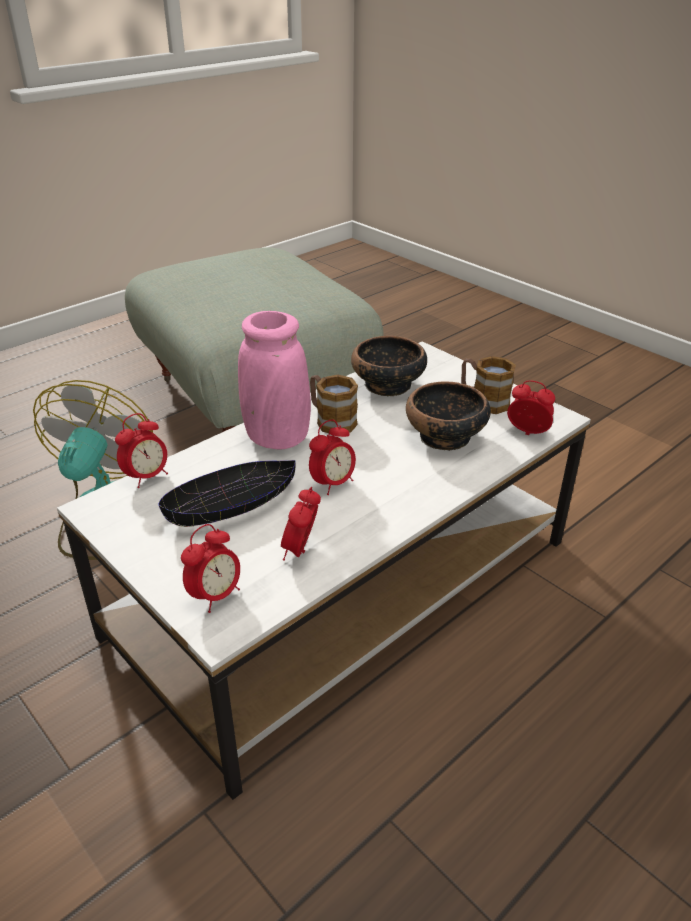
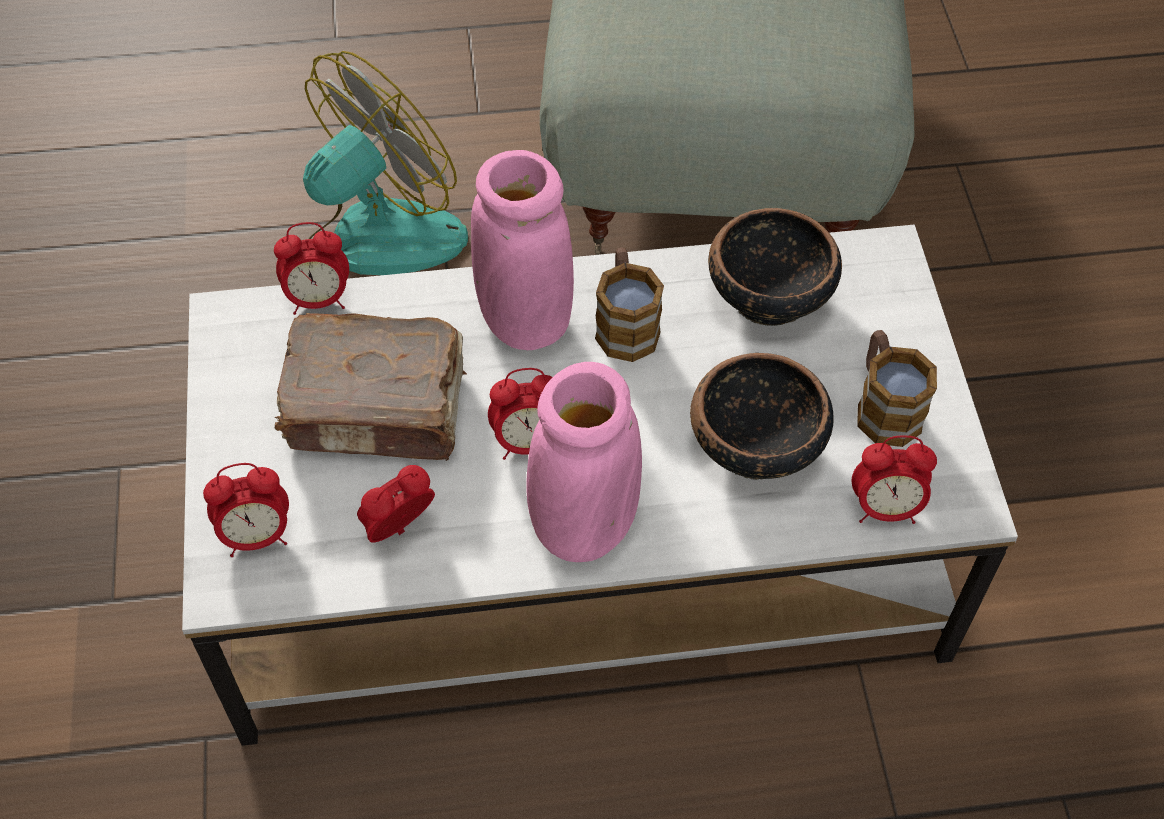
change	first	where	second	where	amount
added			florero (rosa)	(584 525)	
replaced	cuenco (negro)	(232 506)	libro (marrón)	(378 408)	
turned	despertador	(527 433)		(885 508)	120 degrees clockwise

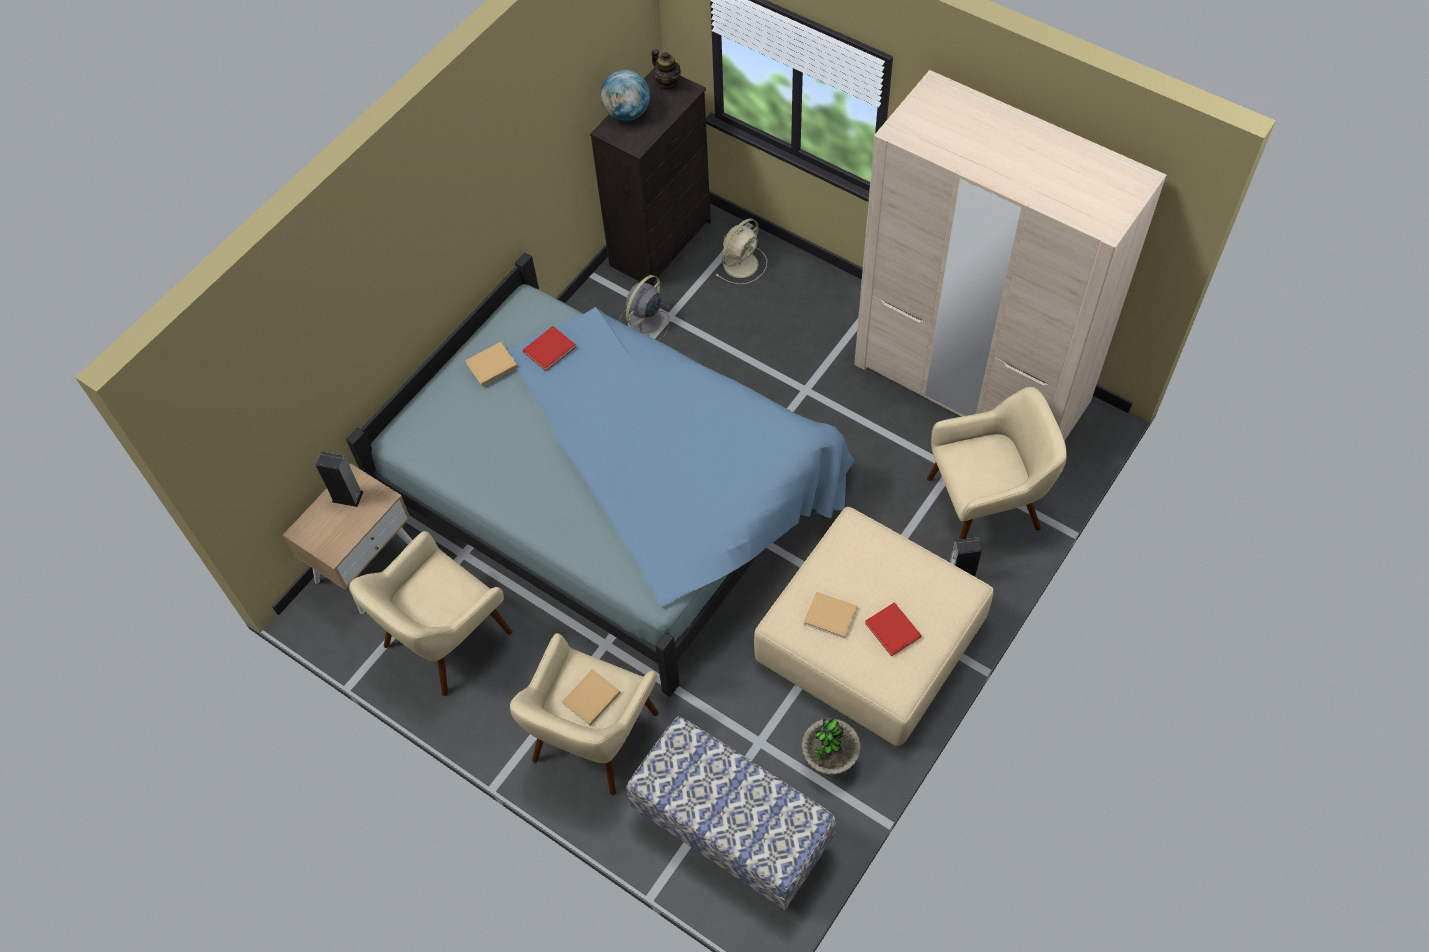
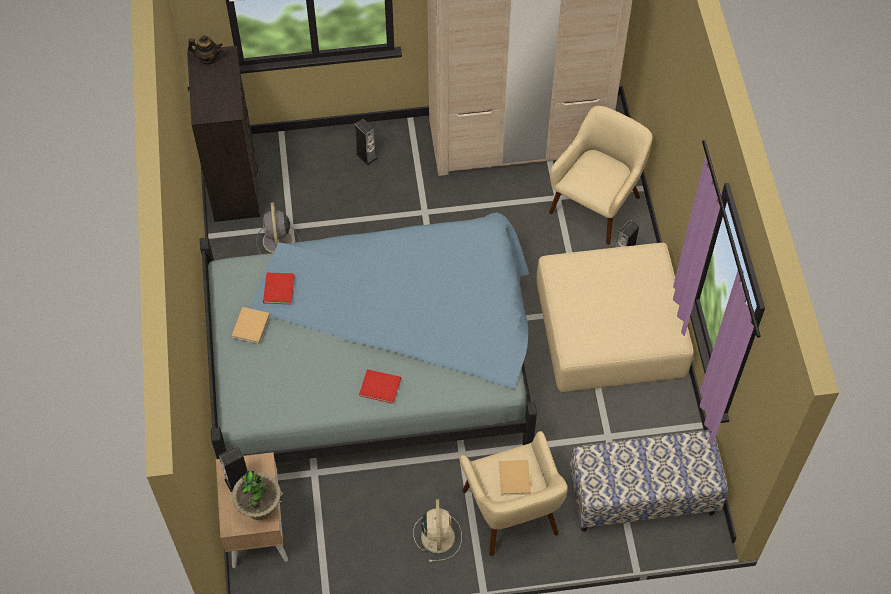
change	first	where	second	where	amount
removed	sillón (beis)	(445 639)			
removed	globo terráqueo	(627 113)			
removed	libro (beis)	(832 616)			
added			altavoz	(366 156)	
moved	ventilador (beis)	(742 263)		(438 535)	
moved	planta en maceta	(829 759)		(259 507)	
moved	libro (rojo)	(893 631)		(381 387)	

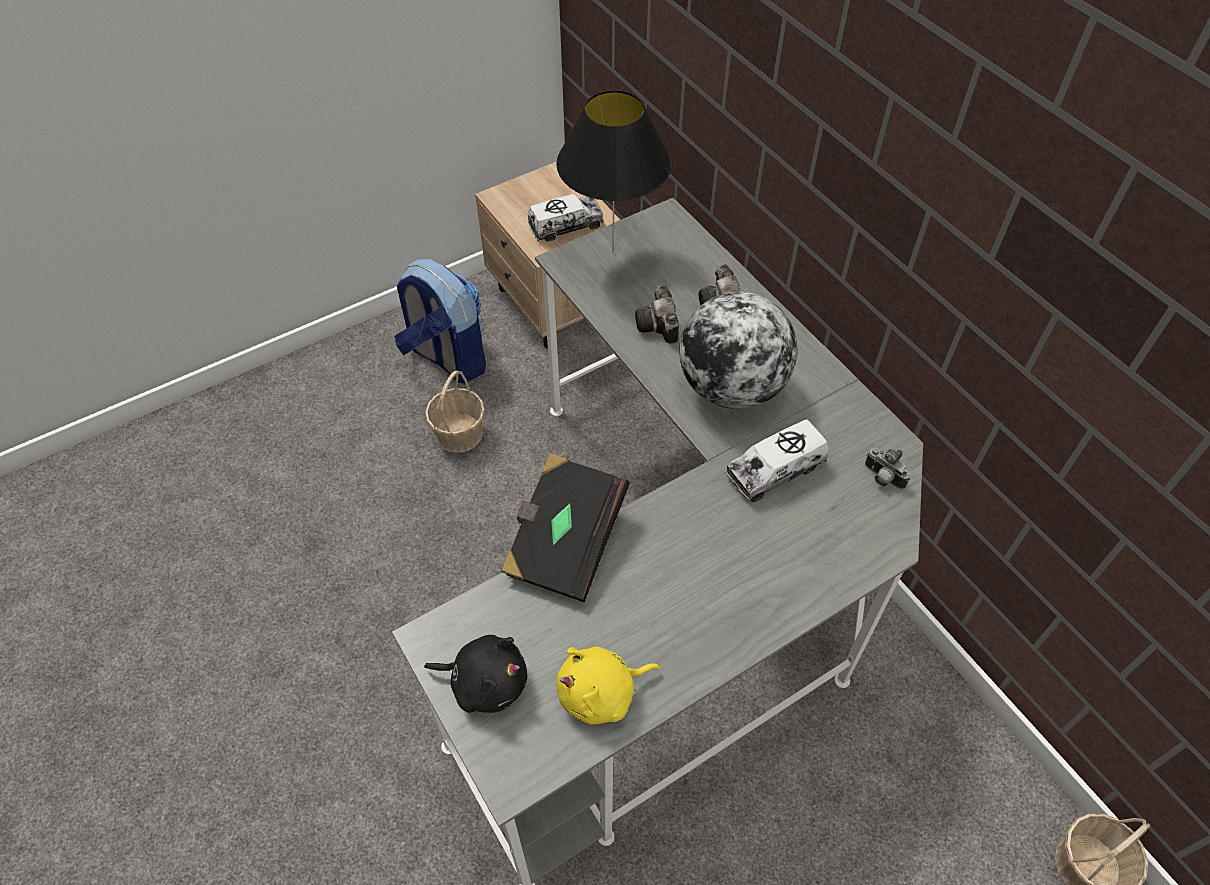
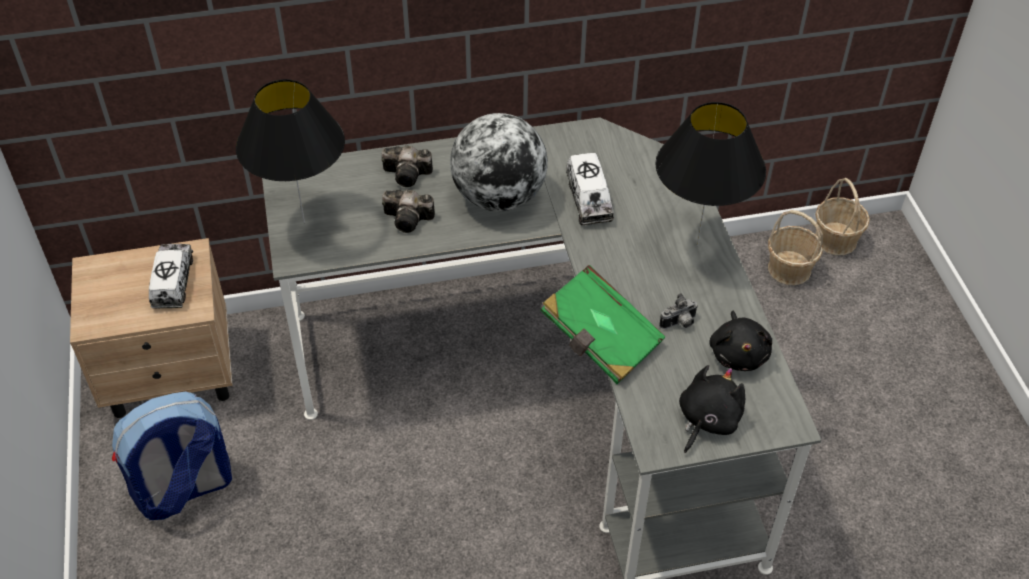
change	first	where	second	where	amount
added			lámpara de mesa (negro)	(697 246)	
moved	cesta	(459 433)		(789 268)	
moved	cámara	(882 478)		(679 324)	
recoloured	libro (negro)	(564 541)	libro (verde)	(600 340)	
recoloured	peluche (amarillo)	(601 693)	peluche (negro)	(738 353)	

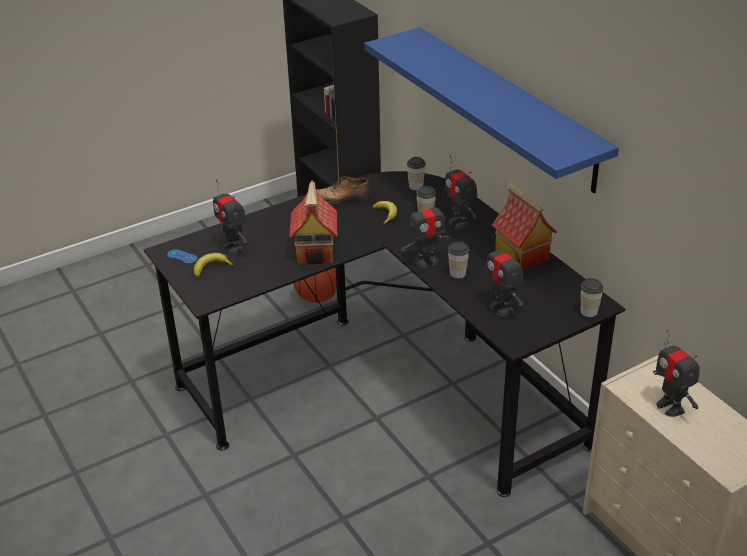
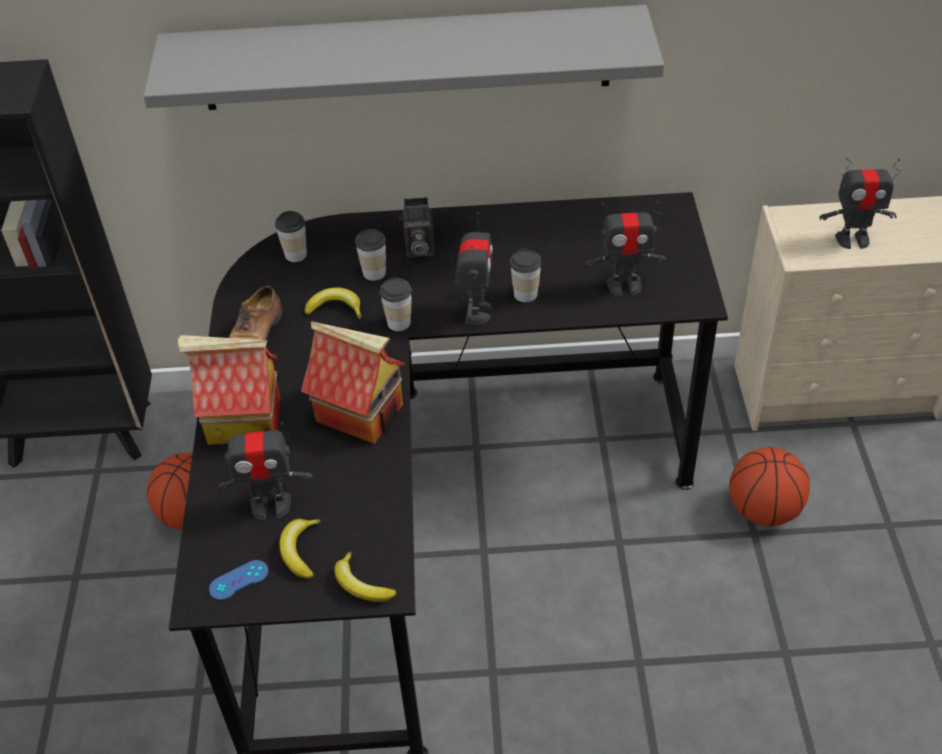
change	first	where	second	where	amount
added			plátano	(361 585)	
added			balón de baloncesto	(763 510)	
moved	casita	(520 255)		(243 422)	
moved	taza	(589 312)		(399 322)	
replaced	robot de juguete	(459 223)	cámara	(418 249)	
recoloured	estante (azul)	(507 107)	estante (gris)	(406 58)	

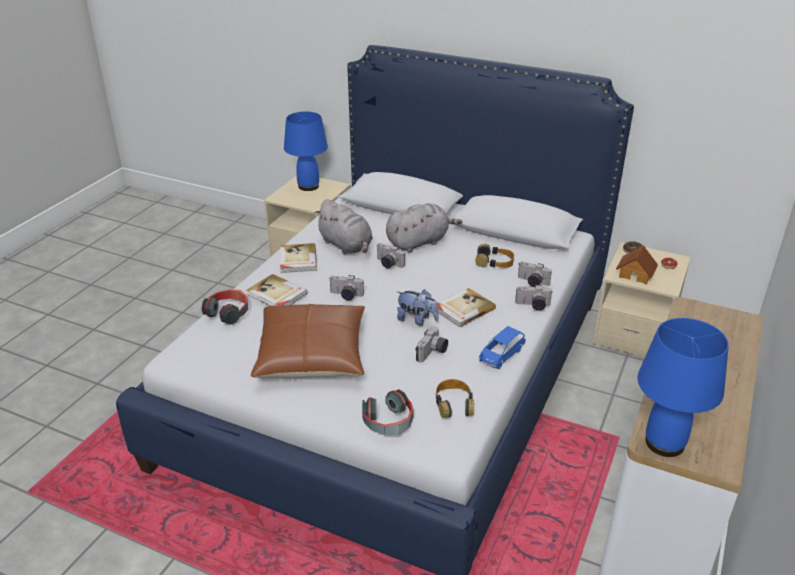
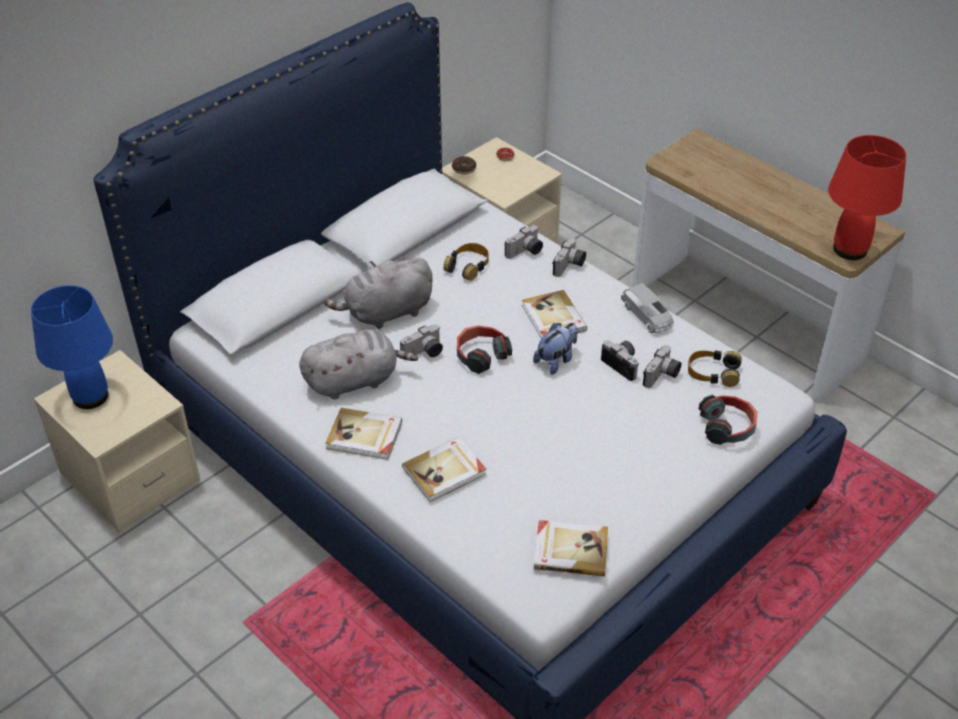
change	first	where	second	where	amount
removed	cojín (marrón)	(312 354)			
removed	casita	(636 274)			
added			libro	(570 550)	
moved	auriculares	(228 312)		(481 355)	
moved	cámara	(345 295)		(662 376)	
recoloured	coche de juguete (azul)	(501 355)	coche de juguete (gris)	(647 316)	
recoloured	lámpara de mesa (azul)	(665 444)	lámpara de mesa (rojo)	(851 250)	
turned	peluche (gris)	(419 242)		(386 313)	105 degrees counterclockwise

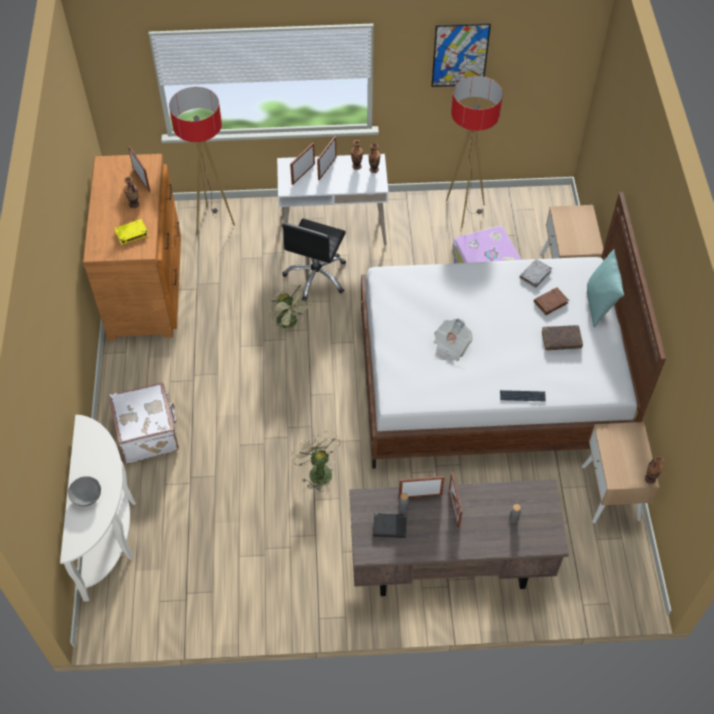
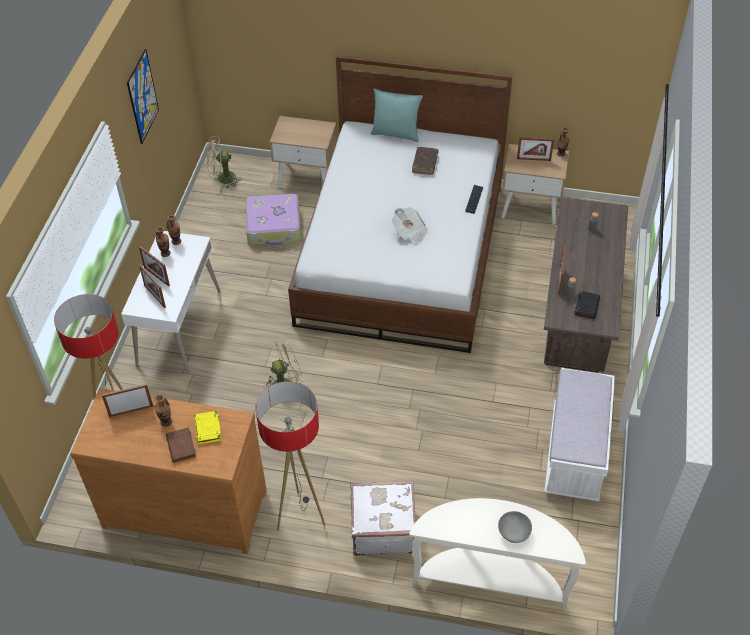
change	first	where	second	where	amount
removed	silla de oficina (negro)	(316 276)			
removed	libro (gris)	(535 275)			
added			banco (blanco)	(575 453)	
moved	ventilador (beis)	(317 471)		(222 179)	
moved	lámpara de pie	(464 211)		(300 515)	
moved	portarretratos	(454 508)		(533 159)	
moved	libro (marrón)	(550 303)		(181 447)	

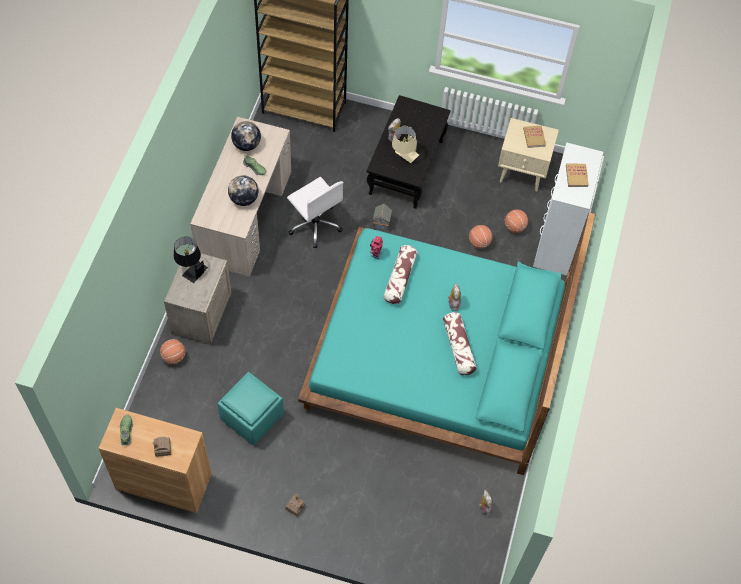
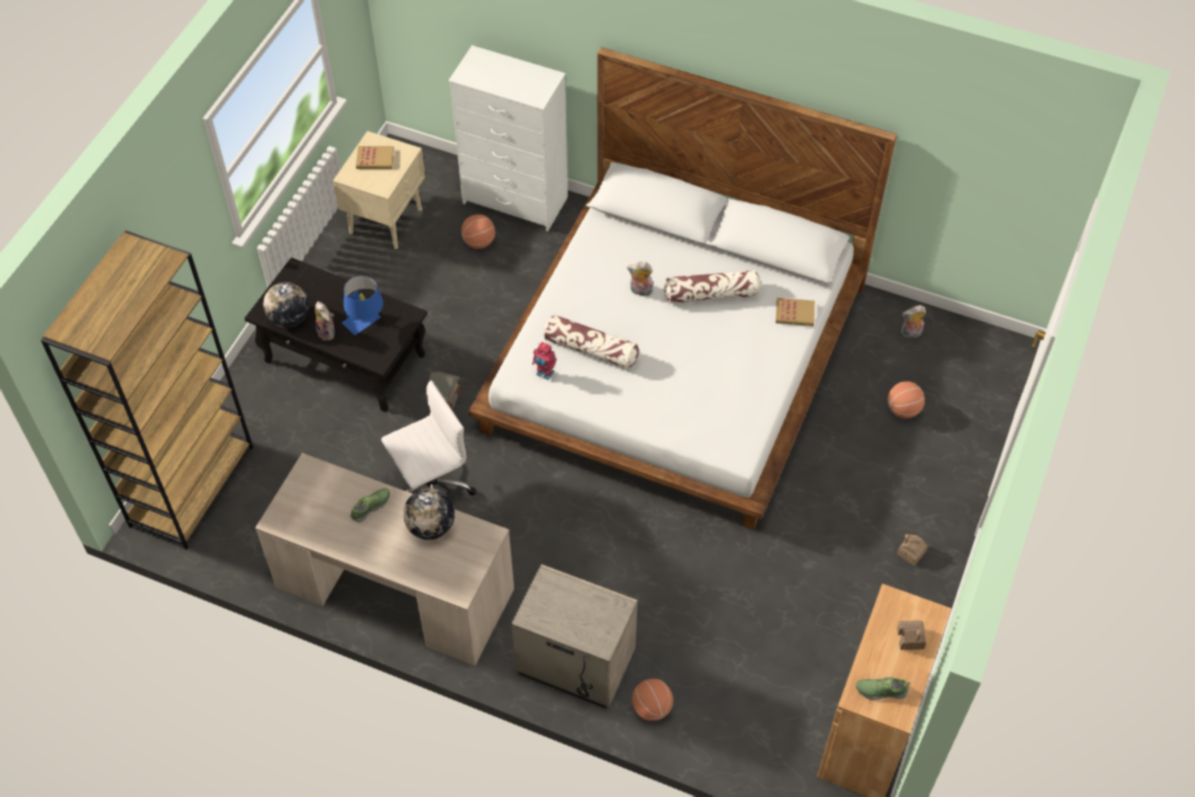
change	first	where	second	where	amount
removed	lámpara de mesa (negro)	(190 269)			
removed	puf (turquesa)	(251 417)			
moved	globo terráqueo	(246 145)		(289 318)	
moved	balón de baloncesto	(479 243)		(903 409)	
moved	libro	(576 176)		(795 313)	
recoloured	cama (turquesa)	(437 352)	cama (blanco)	(674 357)	
recoloured	lámpara de mesa (beis)	(404 156)	lámpara de mesa (azul)	(366 324)	

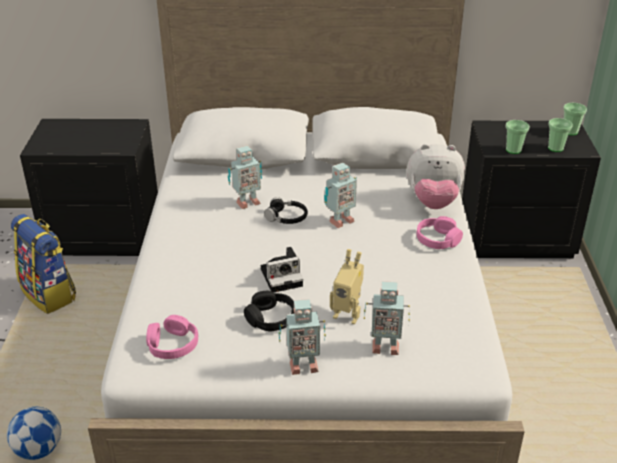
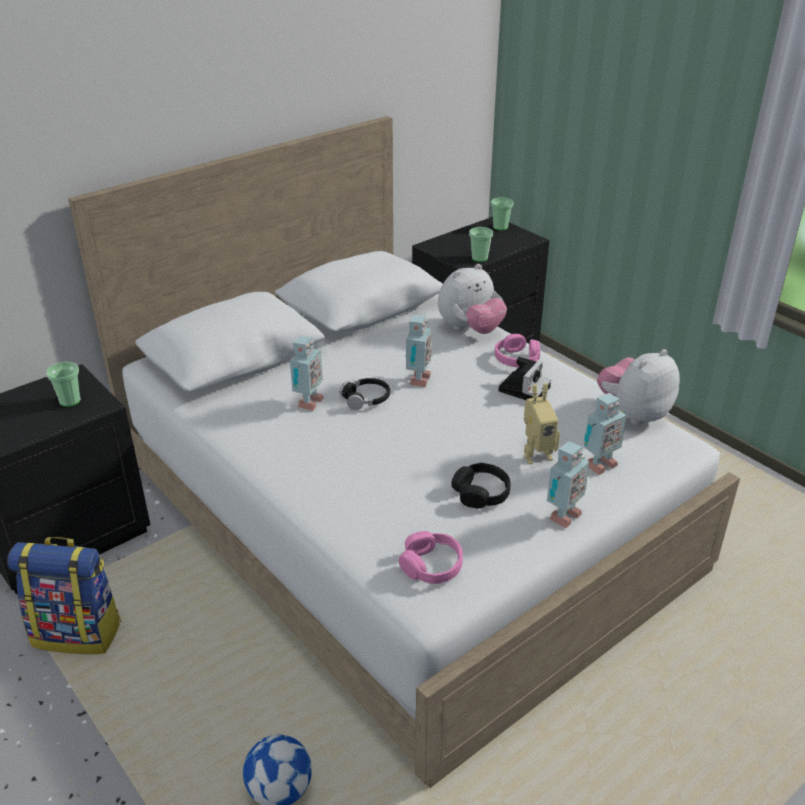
change	first	where	second	where	amount
added			peluche	(633 413)	
moved	cámara	(283 276)		(524 388)	
moved	taza	(555 148)		(70 401)	

